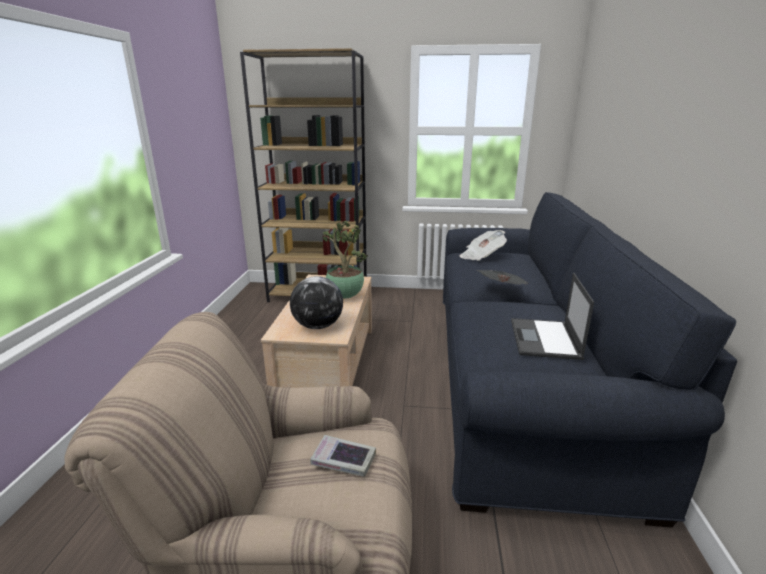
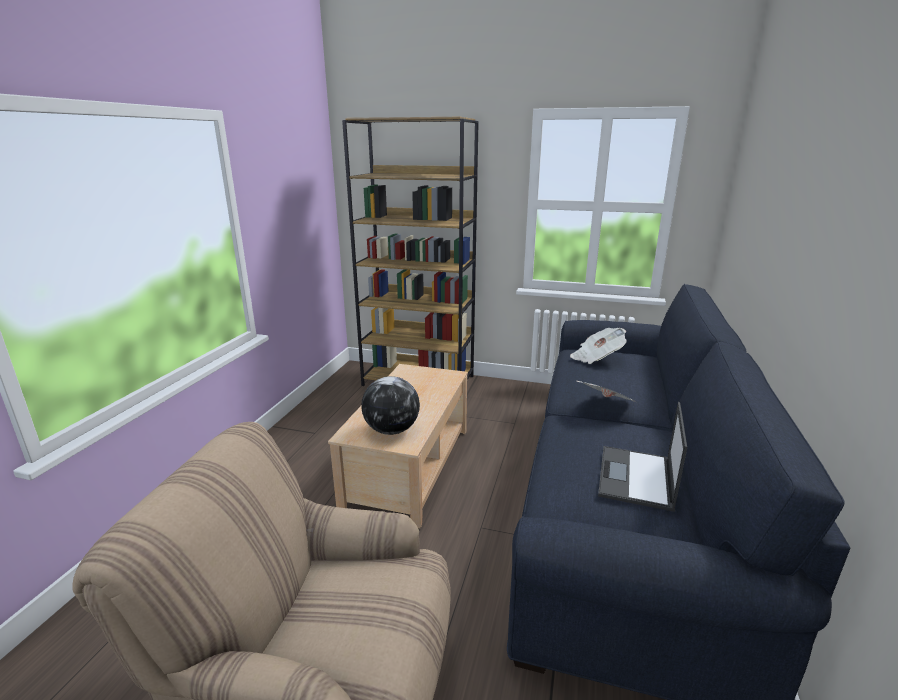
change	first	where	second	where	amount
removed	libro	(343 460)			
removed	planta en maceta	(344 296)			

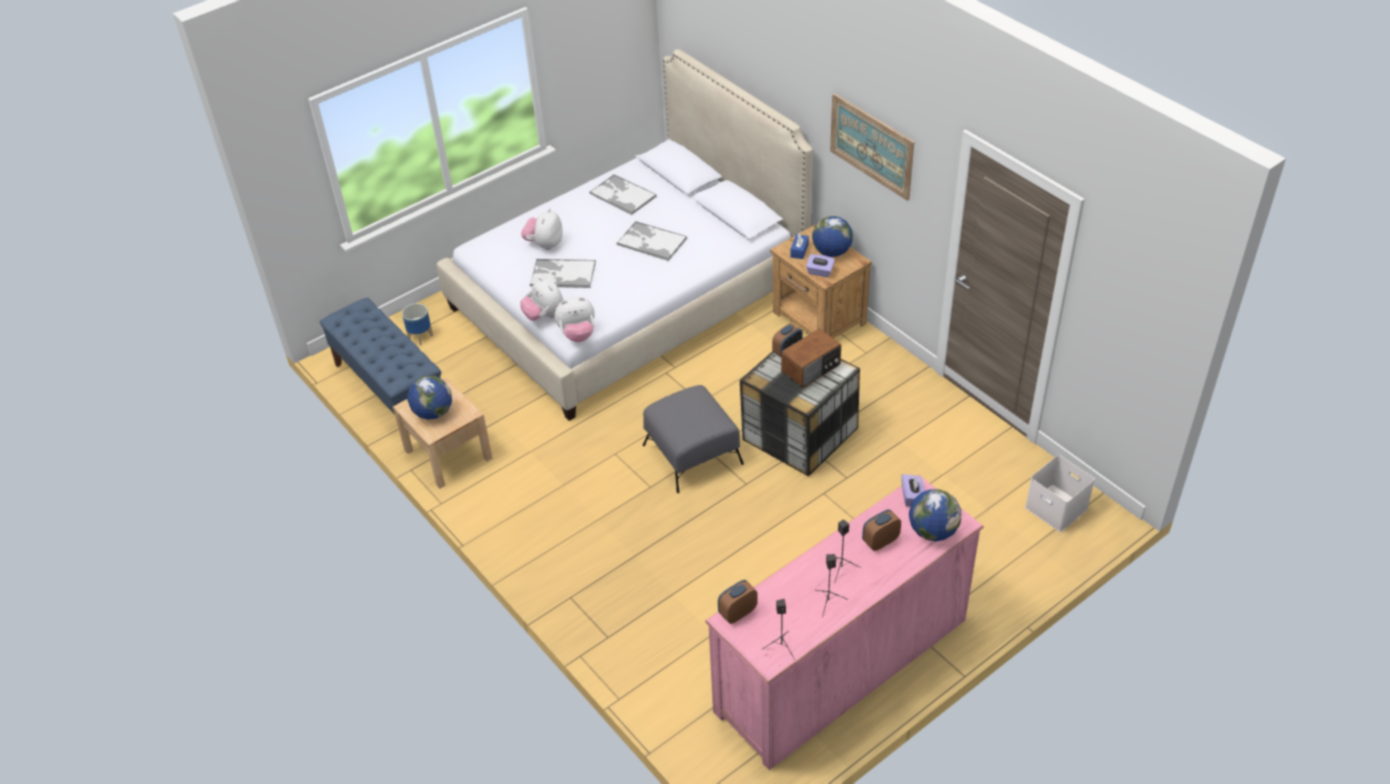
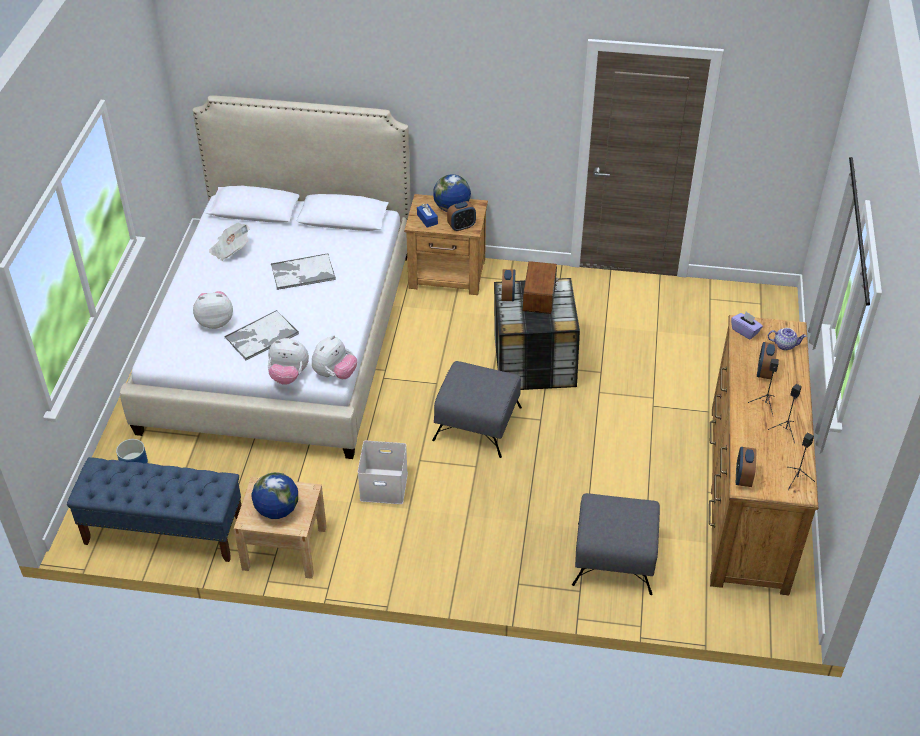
change	first	where	second	where	amount
removed	cuadro	(871 146)			
added			puf (gris)	(615 558)	
moved	caja de almacenaje (blanco)	(1057 508)		(385 485)	
replaced	bandeja	(622 195)	periódico	(230 250)	
replaced	caja de pañuelos (morado)	(819 272)	despertador	(461 226)	
replaced	globo terráqueo	(932 531)	tetera	(784 345)	
recoloured	cómoda (rosa)	(841 665)	cómoda (marrón)	(747 495)	
turned	peluche	(544 244)		(215 321)	105 degrees clockwise

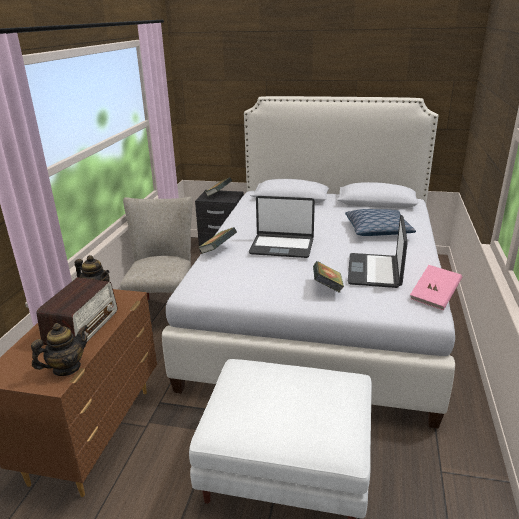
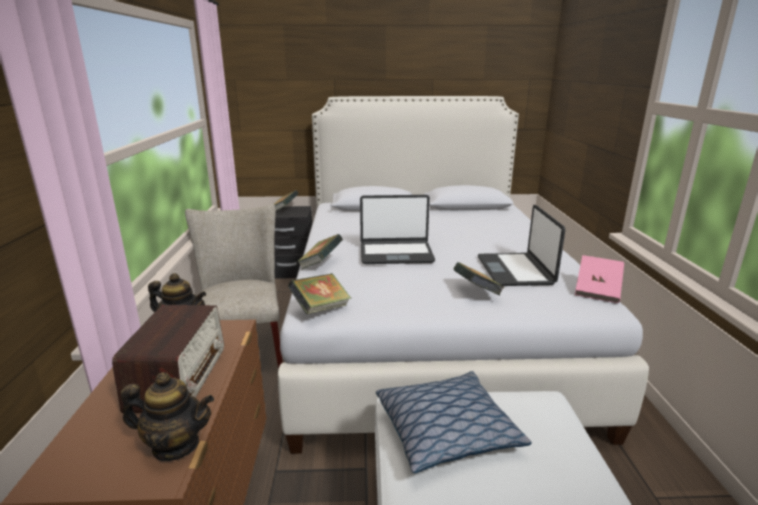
change	first	where	second	where	amount
added			libro	(321 308)	
moved	cojín	(377 230)		(446 430)	
turned	tetera	(66 368)		(176 445)	60 degrees clockwise

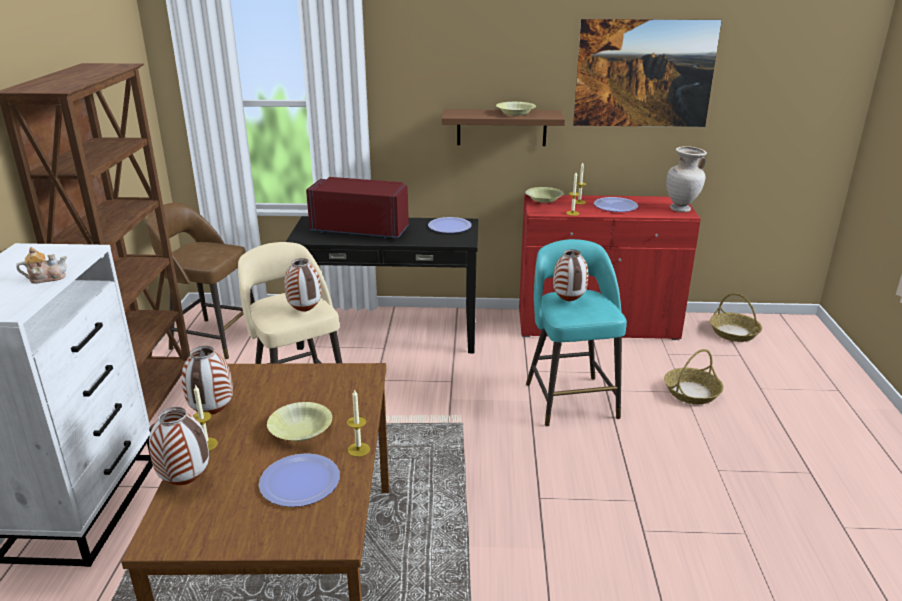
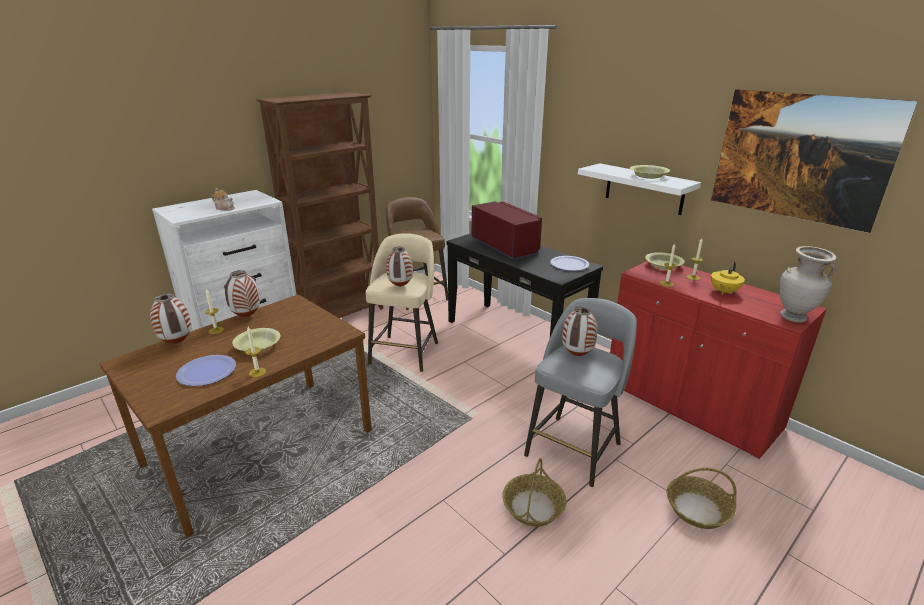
change	first	where	second	where	amount
moved	cesta	(734 333)		(533 507)	
replaced	plato	(615 206)	tetera (amarillo)	(723 292)	
recoloured	estante (marrón)	(501 127)	estante (blanco)	(644 189)	
recoloured	taburete (turquesa)	(570 398)	taburete (gris)	(574 448)	

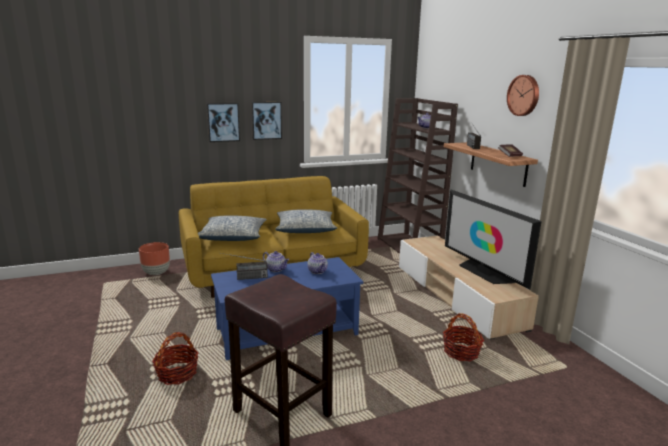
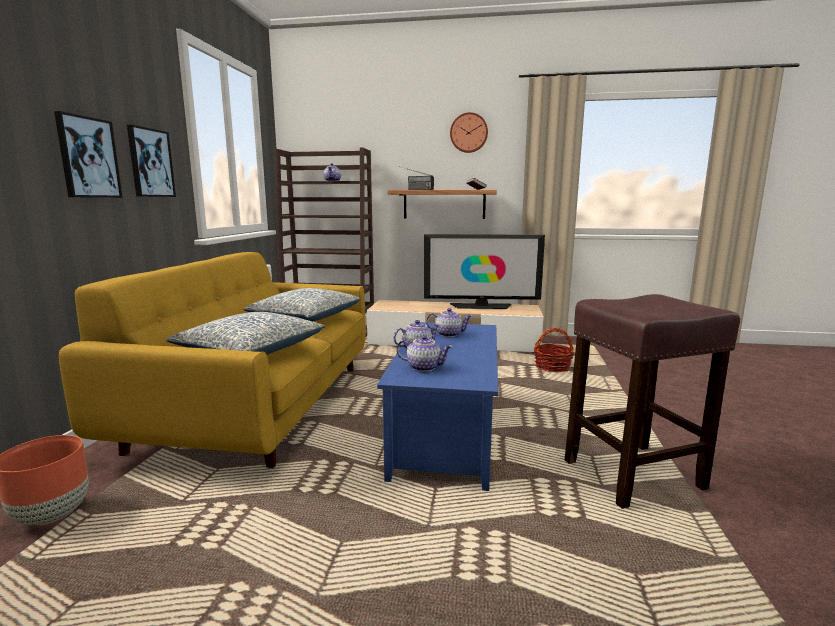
change	first	where	second	where	amount
removed	cesta	(177 374)			
replaced	radio	(244 278)	tetera	(424 367)	

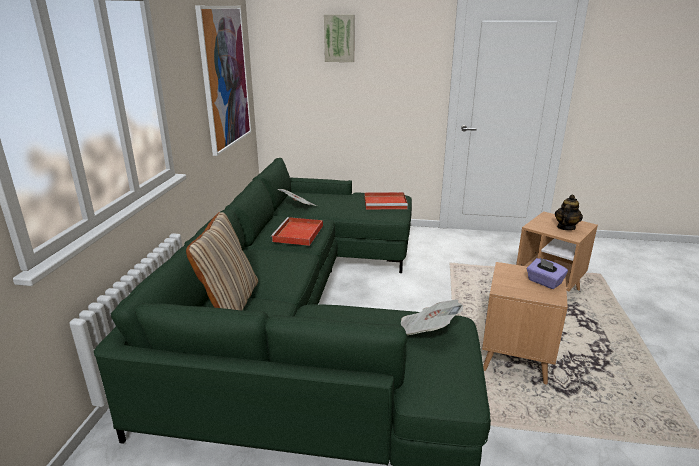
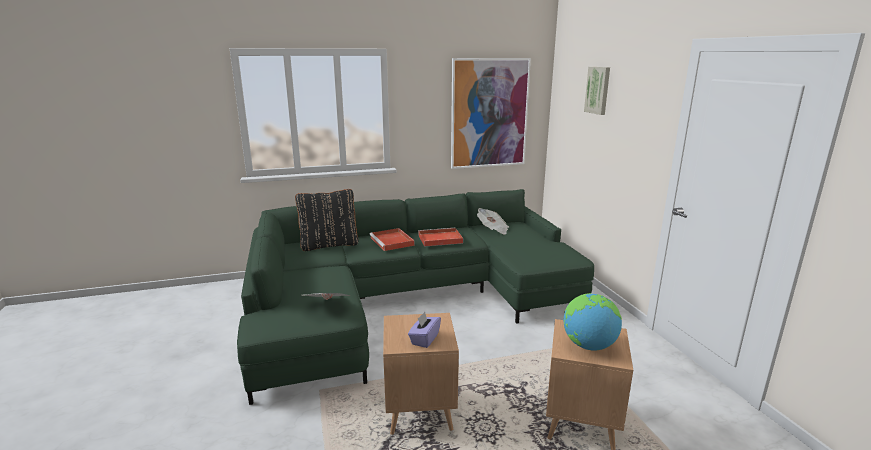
change	first	where	second	where	amount
moved	bandeja (rojo)	(386 203)		(392 241)	
replaced	tetera	(565 227)	globo terráqueo	(588 345)	
recoloured	cojín (beis)	(229 303)	cojín (negro)	(329 245)	

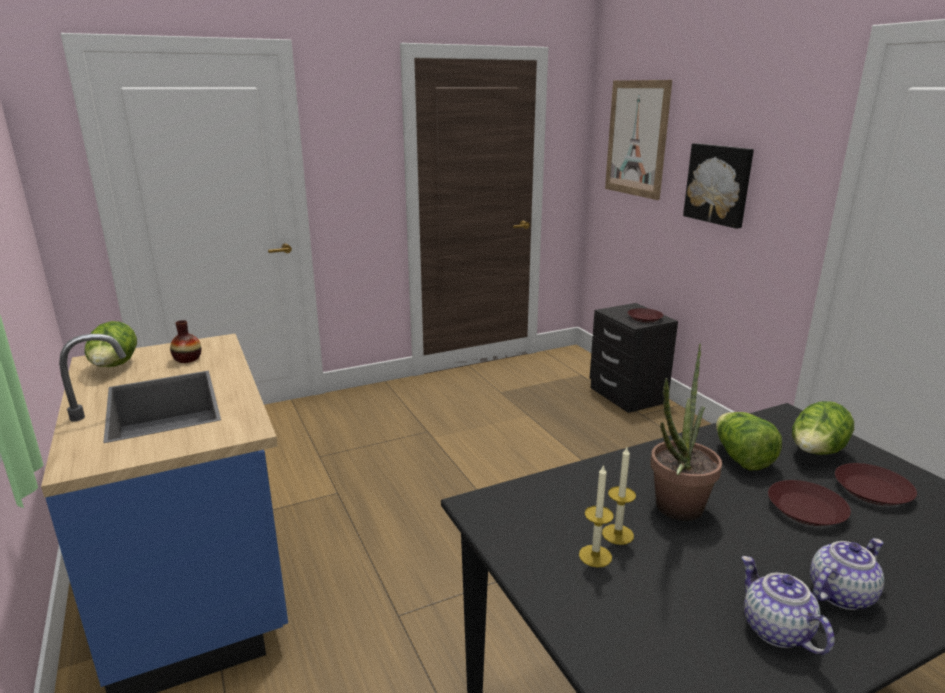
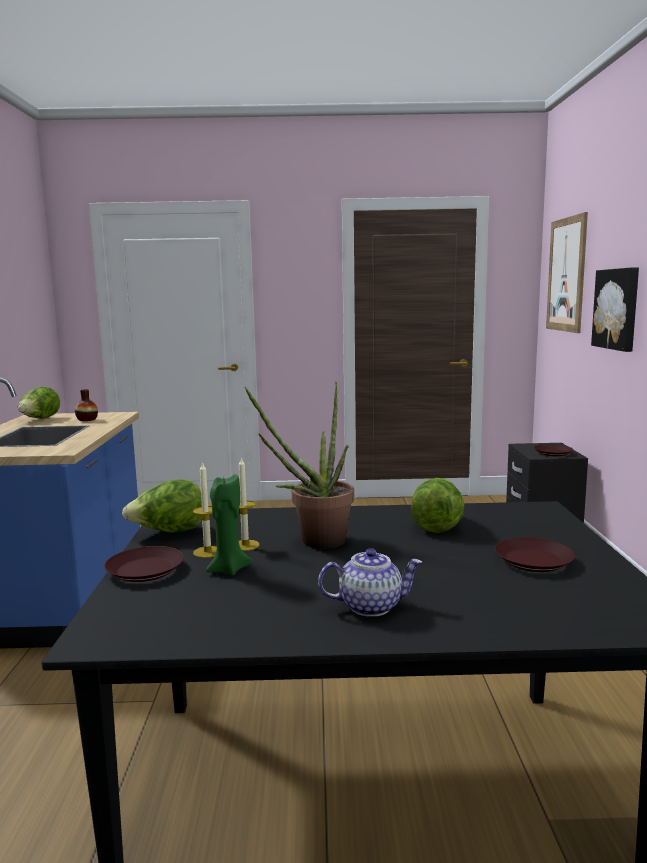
change	first	where	second	where	amount
removed	tetera	(775 630)			
added			vela (verde)	(228 569)	
moved	plato (marrón)	(807 509)		(146 570)	
moved	lechuga	(816 453)		(169 532)	

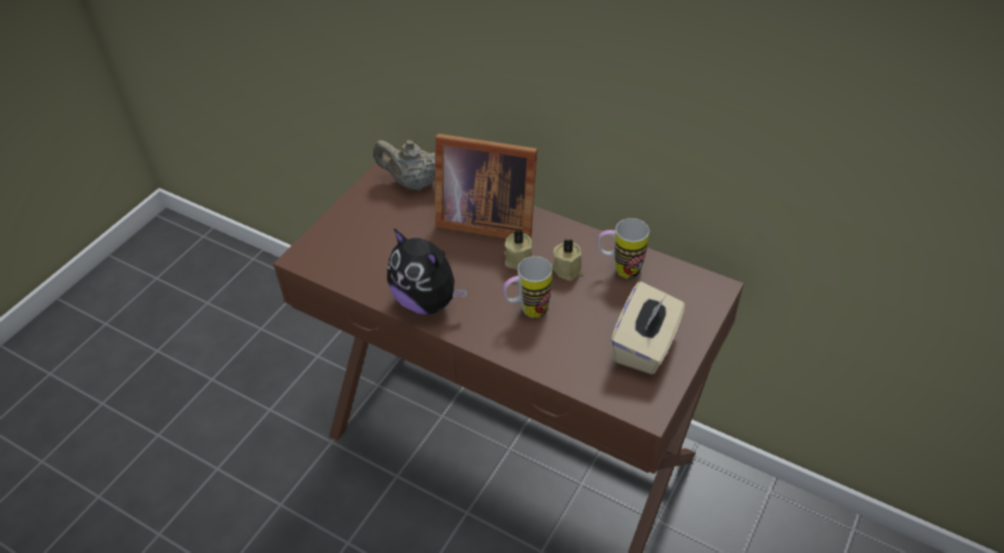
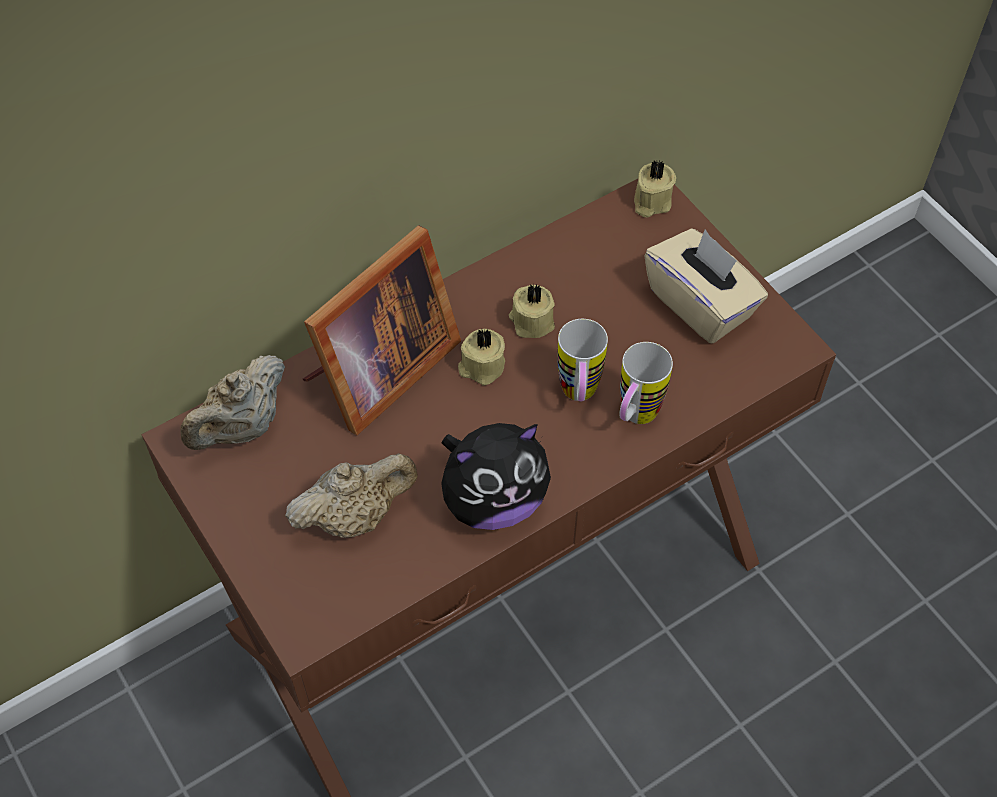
change	first	where	second	where	amount
added			tetera (beis)	(355 515)	
added			vela (beis)	(650 202)	
moved	taza grande	(619 270)		(634 418)	

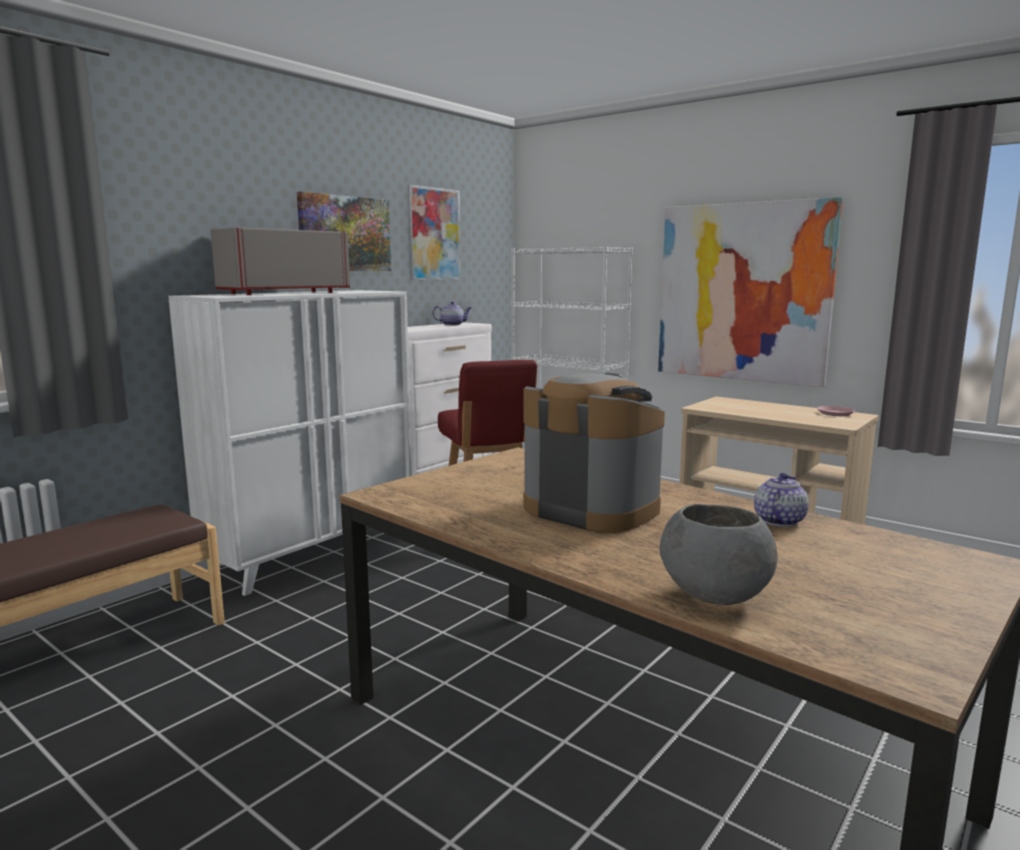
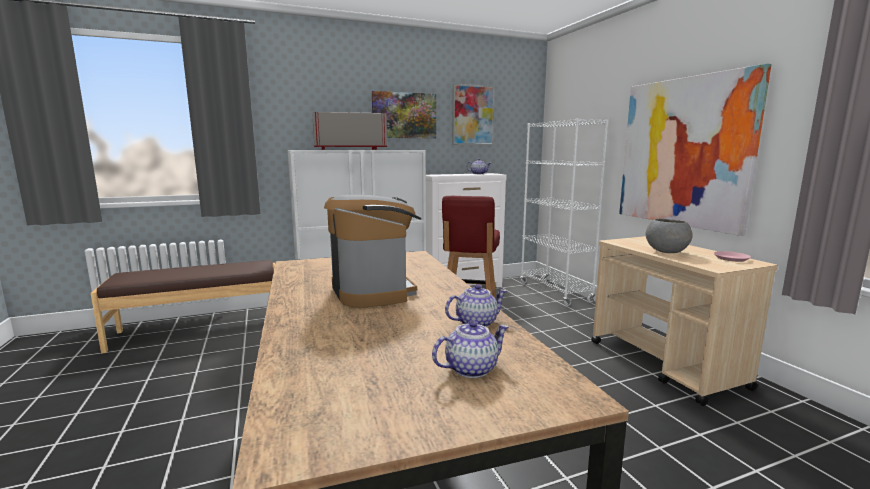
change	first	where	second	where	amount
added			tetera	(471 368)	
moved	cuenco (gris)	(714 596)		(666 252)	

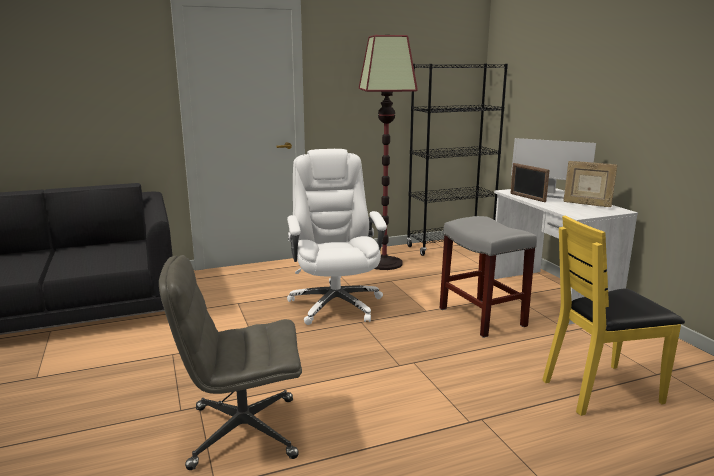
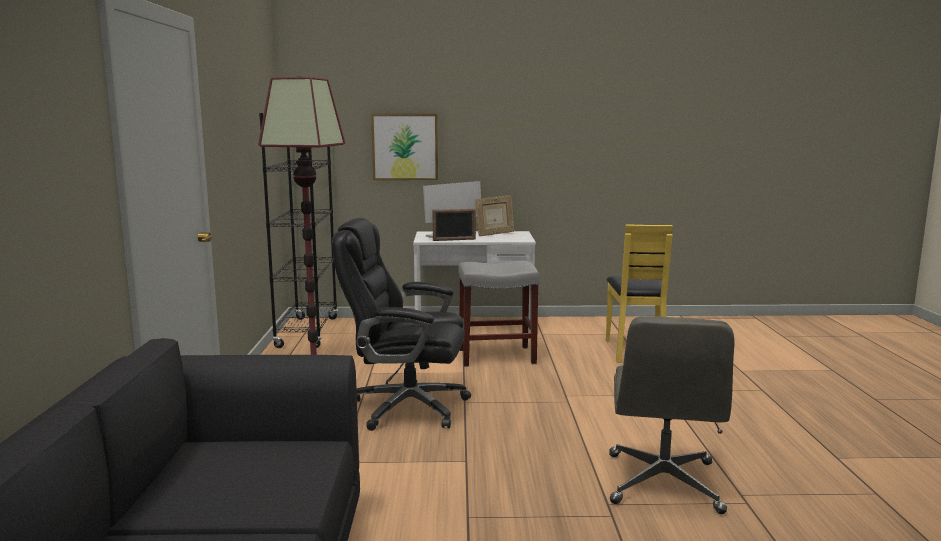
change	first	where	second	where	amount
added			cuadro	(405 147)	
recoloured	silla de oficina (blanco)	(335 304)	silla de oficina (negro)	(406 407)	

